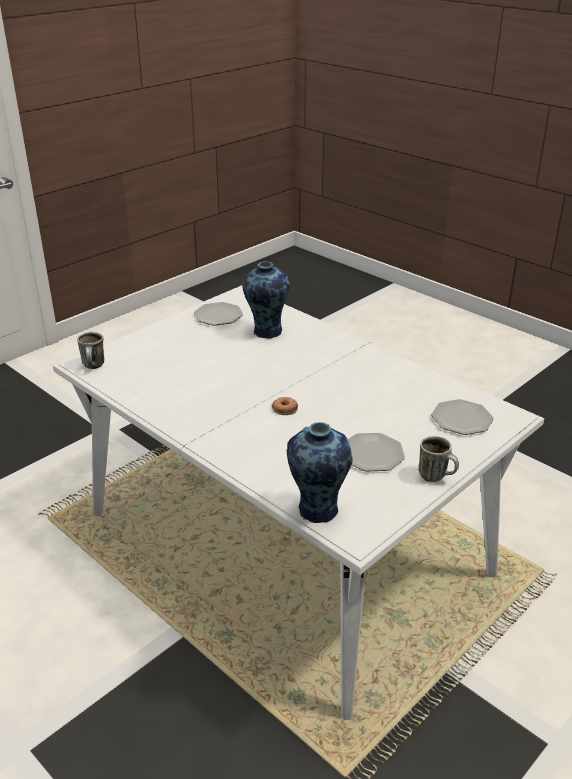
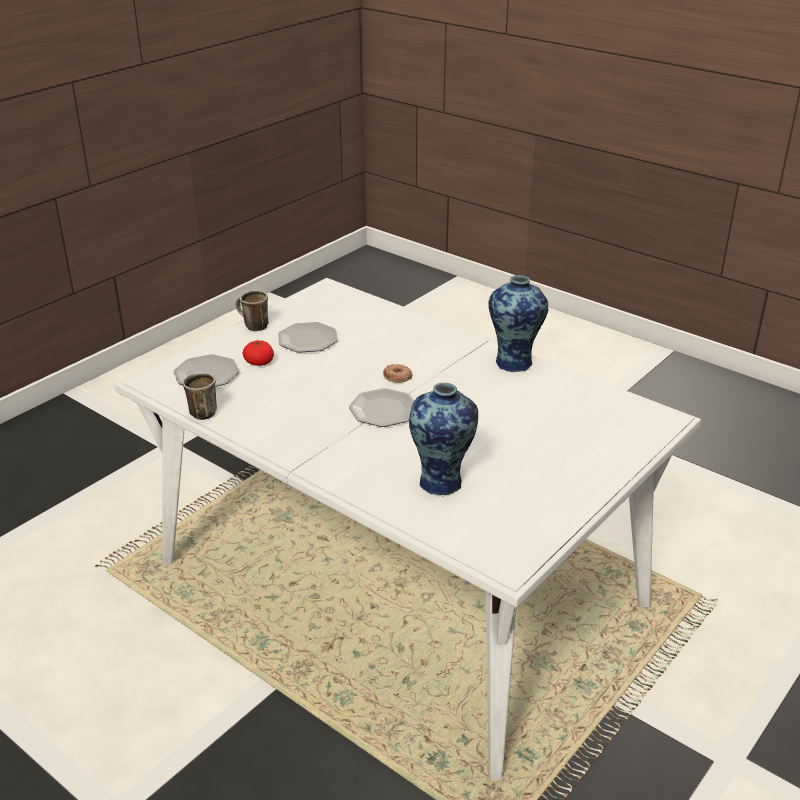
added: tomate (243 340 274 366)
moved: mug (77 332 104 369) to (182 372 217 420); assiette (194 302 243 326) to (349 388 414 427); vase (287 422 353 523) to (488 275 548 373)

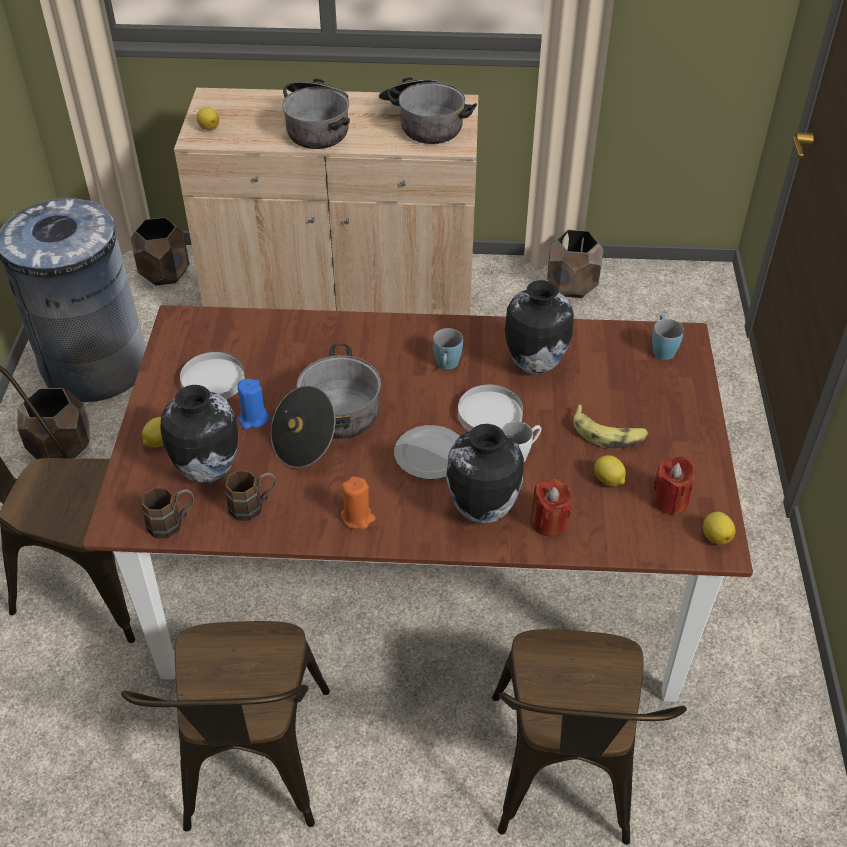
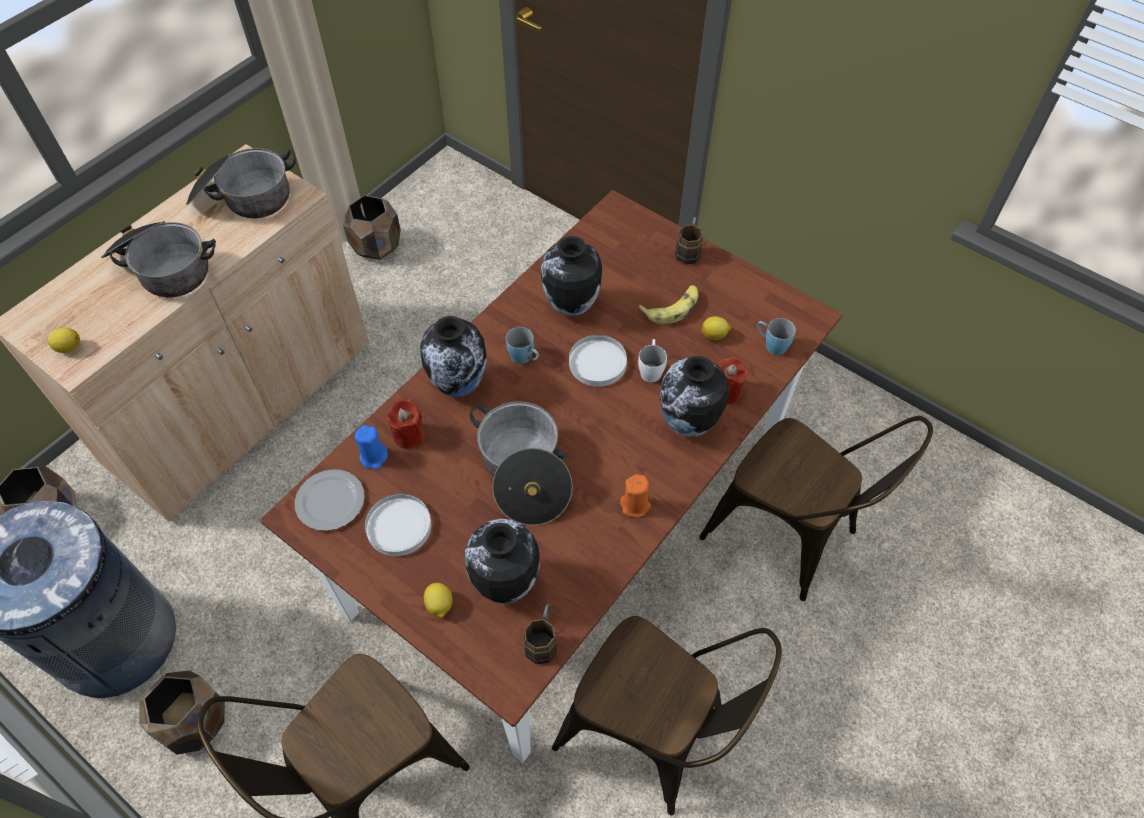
removed: citron (703 512 736 545)
added: vase (420 316 487 397)
moved: mug [marron] (225 471 276 521) to (675 217 703 265); bougie [bleu] (238 379 270 429) to (355 425 388 469); assiette (394 425 460 479) to (295 469 365 531); mug [bleu] (652 315 684 360) to (757 318 796 355); bougie [rouge] (652 456 696 516) to (387 399 425 449)

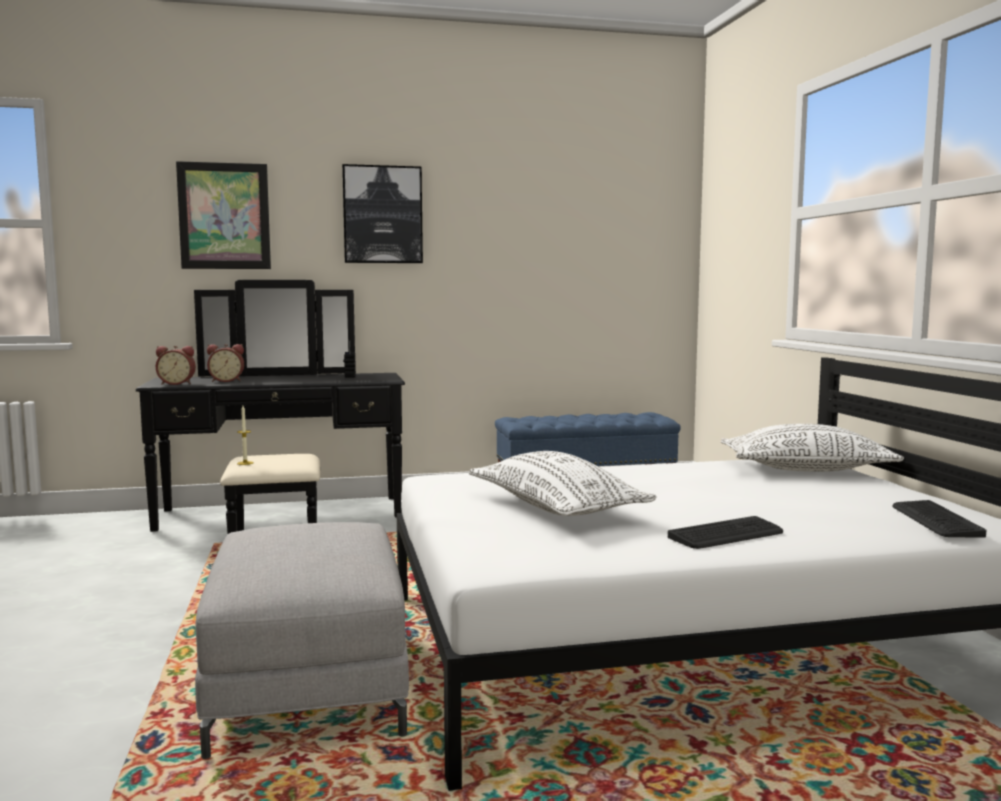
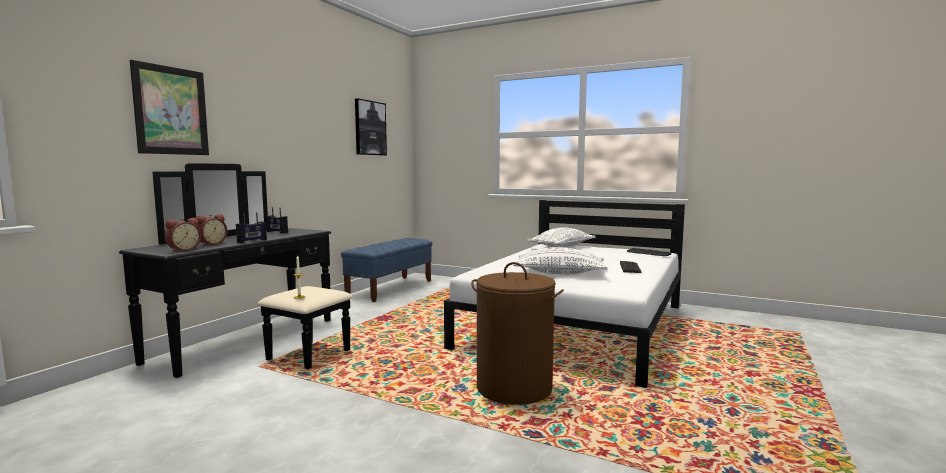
added: radio (236 213 267 243)
moved: tableau (342 164 423 263) to (355 98 387 155)
replaced: pouf [gris] (195 522 409 759) to panier à linge [marron] (471 262 564 405)

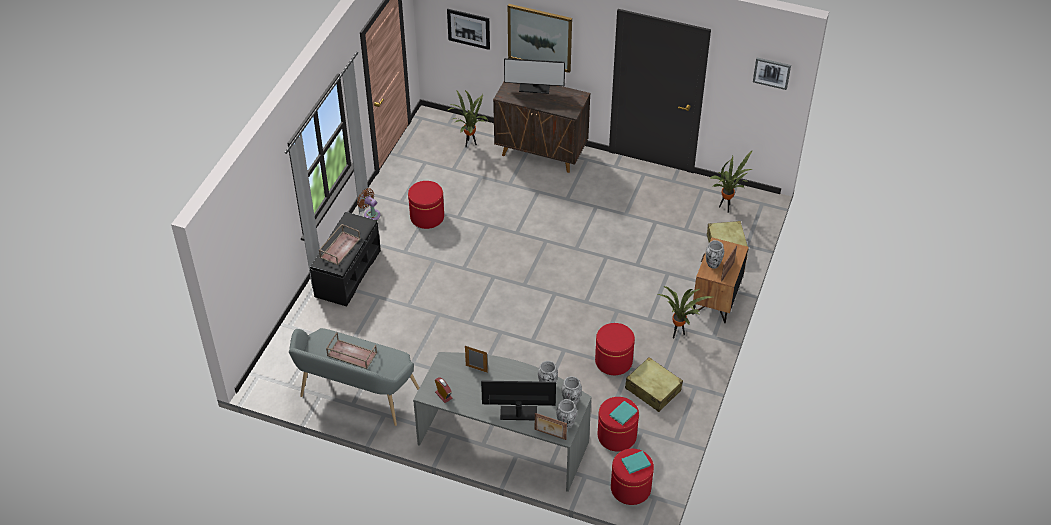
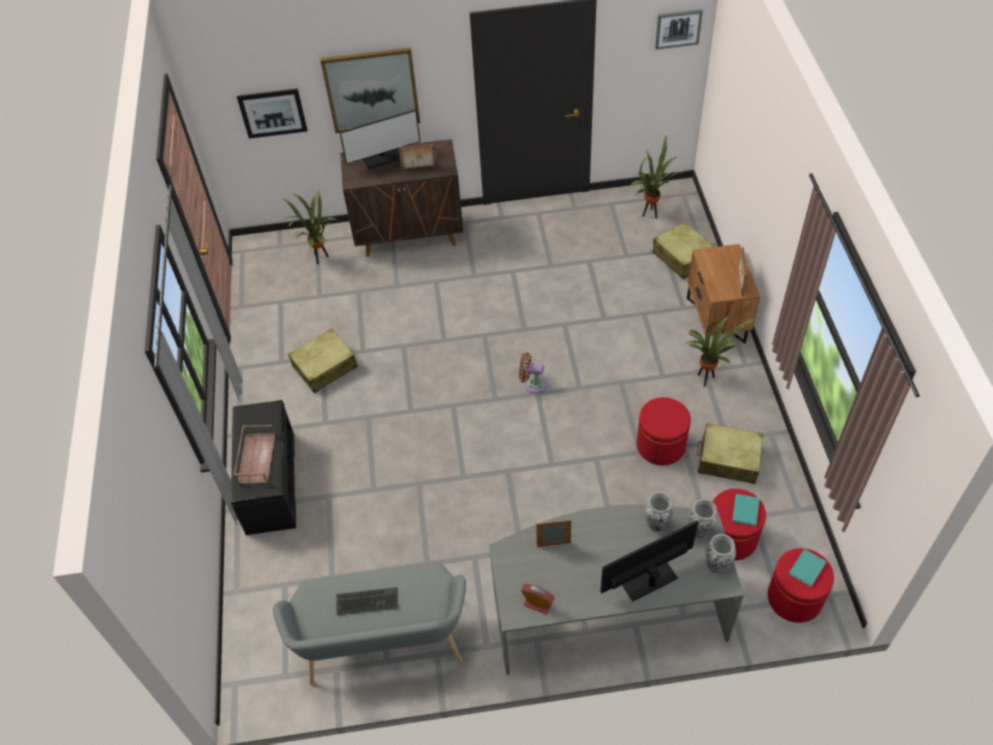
removed: vase (706 240 724 269)
moved: ventilateur [marron] (357 188 380 220) to (519 353 546 394); cadre photo (535 413 567 440) to (398 144 437 170)
replaced: plateau [marron] (326 332 377 369) to clavier (336 587 398 615); pouf [rouge] (408 181 444 229) to valise [beige] (288 328 358 393)

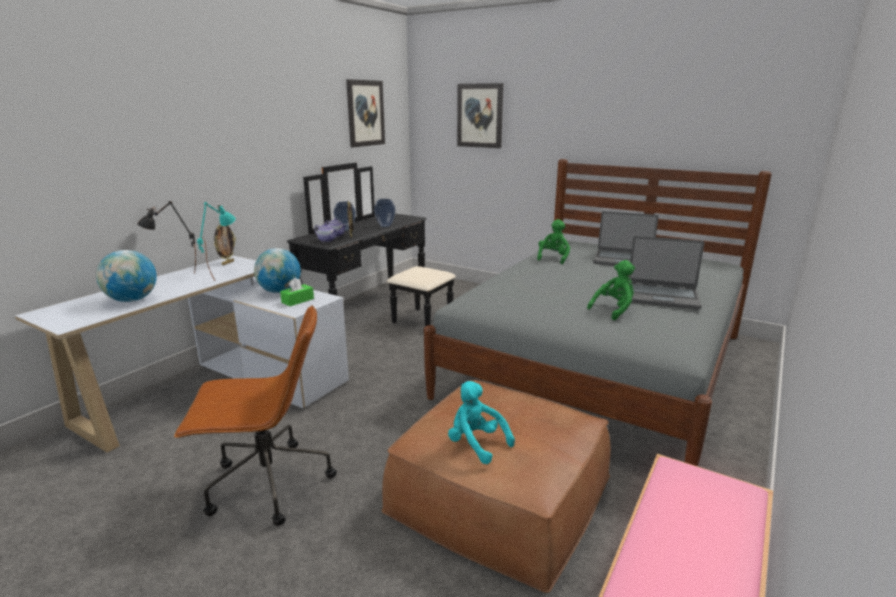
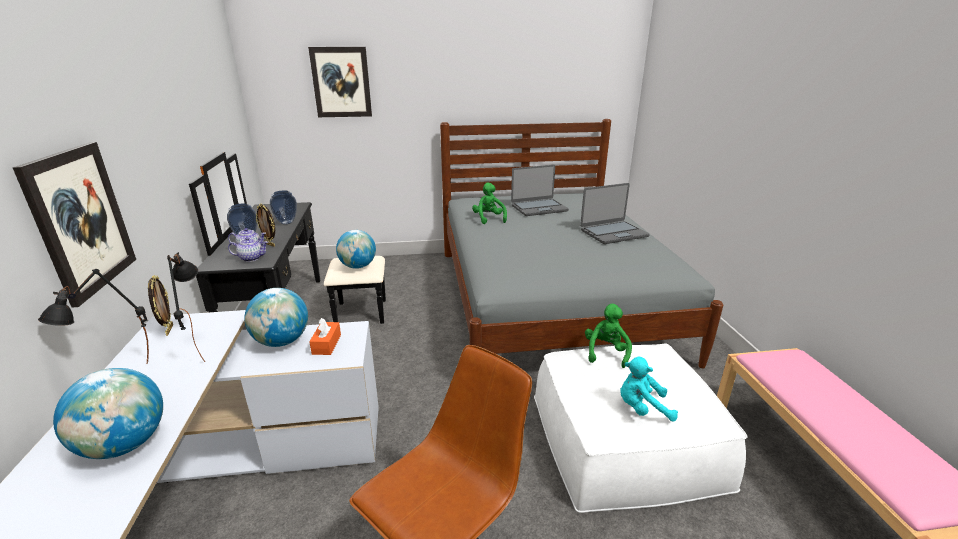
added: globe (336 230 376 269)
moved: tableau (346 79 385 148) to (13 142 136 307); peluche [vert] (587 260 635 320) to (585 304 632 368)
recoloured: lampe de table [turquoise] (197 202 236 281) to lampe de table [noir] (167 252 205 362); boîte à mouchoirs [vert] (280 277 314 306) to boîte à mouchoirs [orange] (309 318 341 355); pouf [marron] (382 380 611 593) to pouf [blanc] (534 343 747 513)

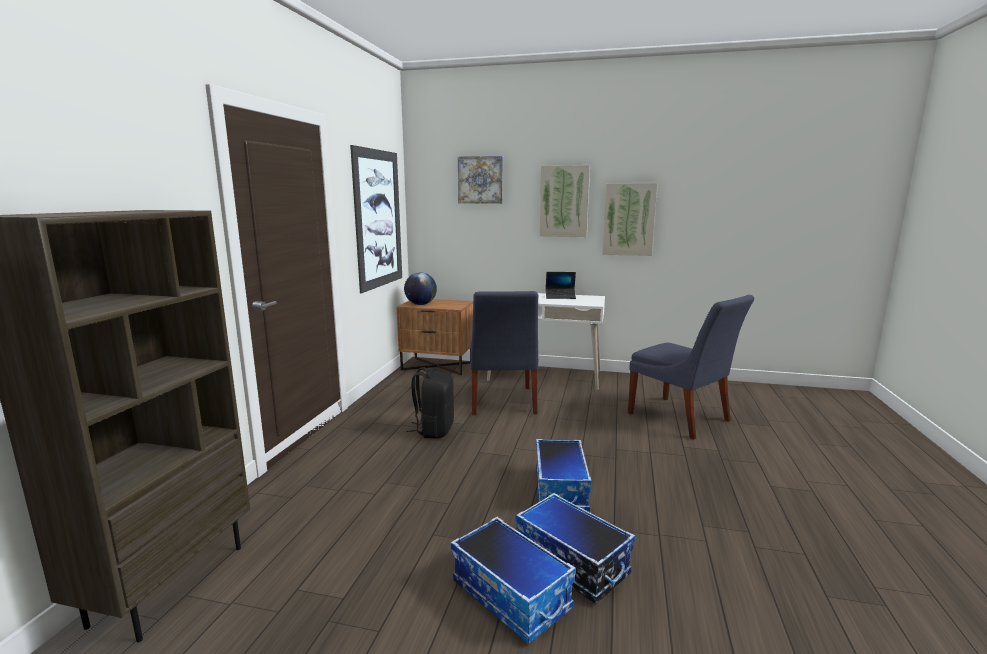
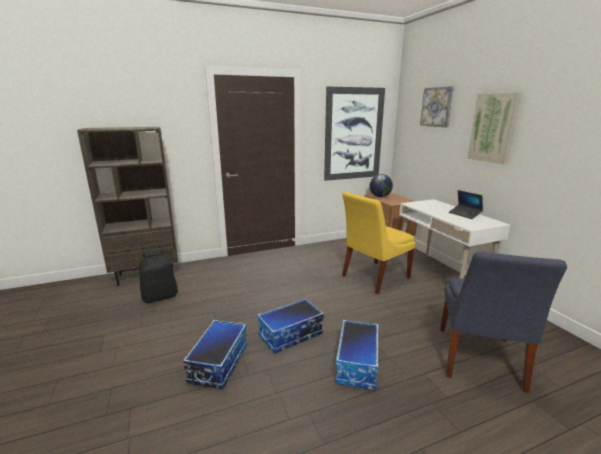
removed: tableau (603 183 657 256)
moved: sac à dos [noir] (406 367 454 439) to (139 250 178 303); boîte de rangement (451 517 576 644) to (336 320 379 390)
recoloured: chaise [bleu] (470 291 539 415) to chaise [jaune] (342 192 416 294)

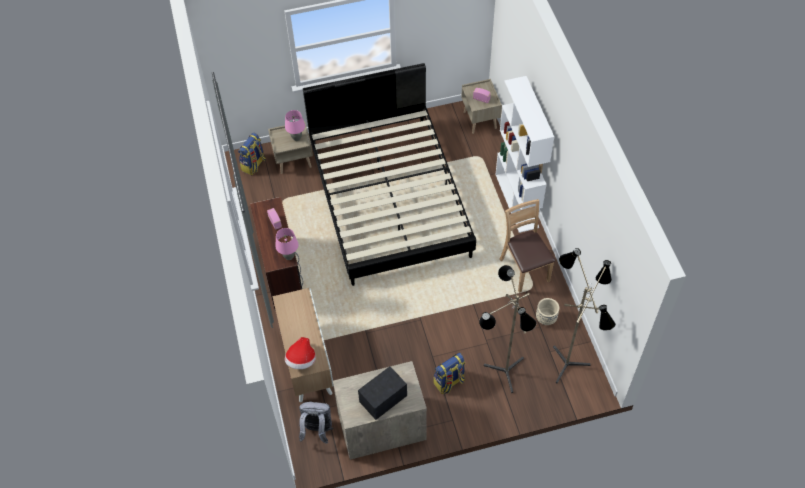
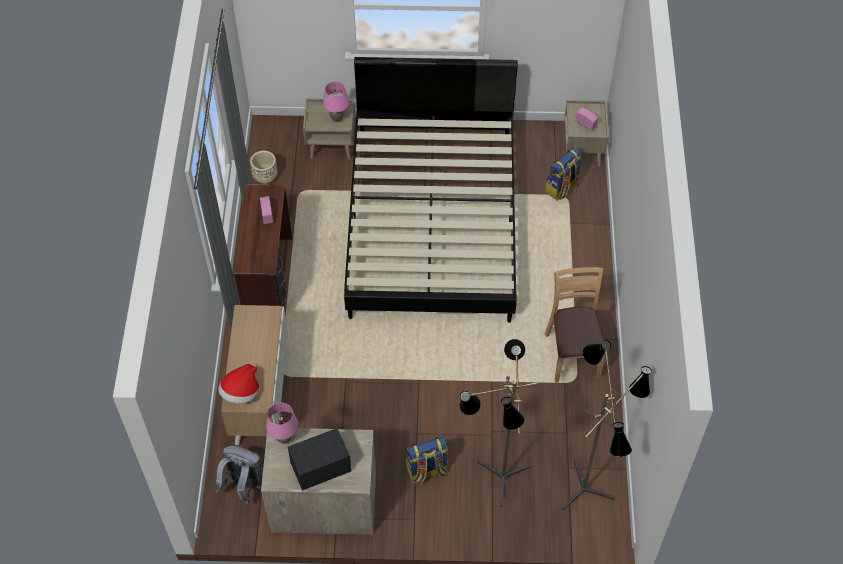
removed: bibliothèque [blanc] (495 76 554 233)
moved: sac à dos (238 133 266 175) to (545 147 581 201); lampe de table [rose] (275 228 298 260) to (266 403 298 444); cache-pot [beige] (536 298 559 325) to (250 151 277 184)

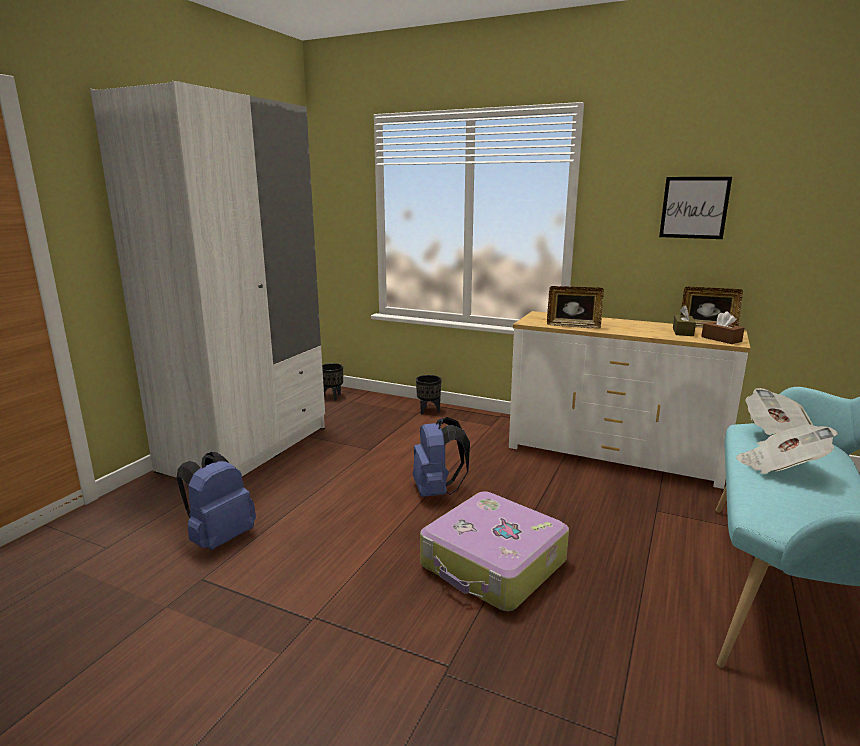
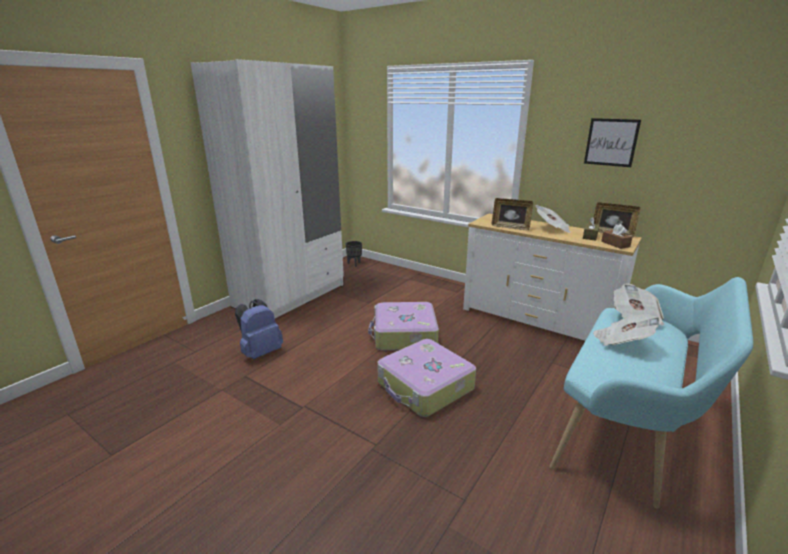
removed: cache-pot [noir] (416 375 442 415)
added: journal (535 205 570 233)
replaced: sac à dos [bleu] (413 417 470 497) to valise (368 302 439 351)

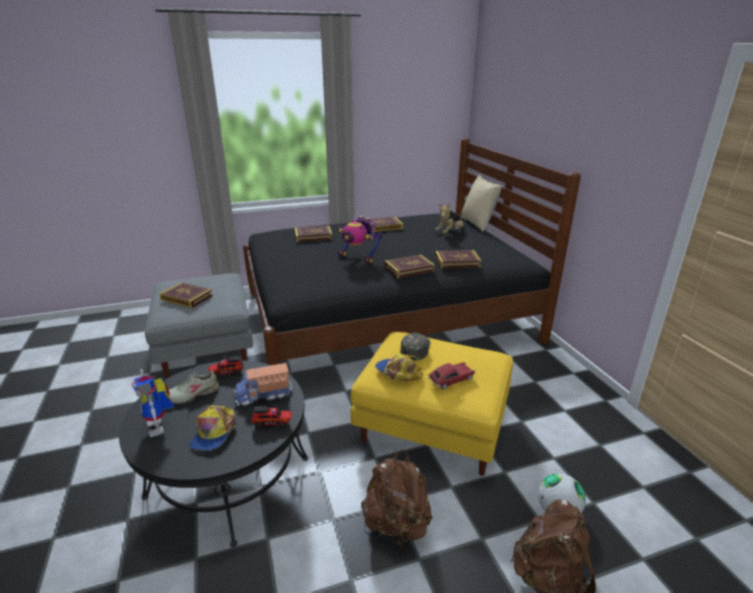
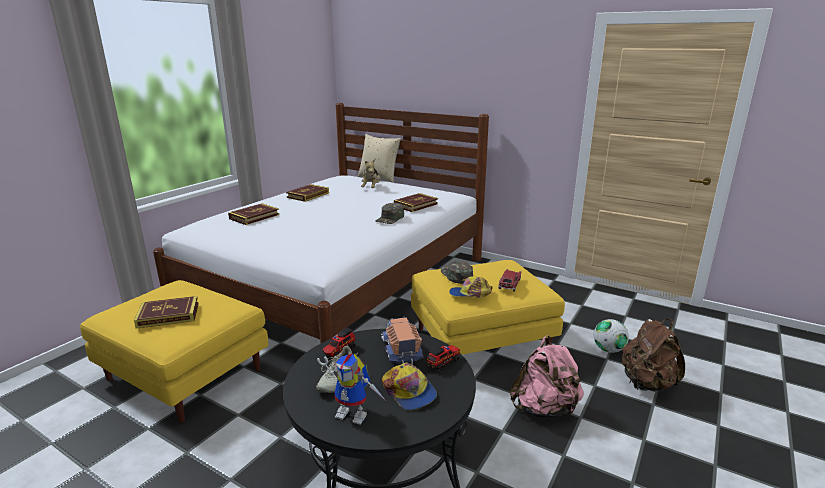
removed: robot jouet (337 216 384 264)
replaced: livre (384 255 435 278) to casquette [vert] (375 203 404 224)
recoloured: pouf [gris] (145 273 253 379) to pouf [jaune] (80 280 269 423); lit [noir] (243 138 581 365) to lit [blanc] (153 103 489 344); sac à dos [marron] (361 450 433 551) to sac à dos [rose] (510 335 583 418)
turned: camion jouet (233 363 293 406) = (381 317 423 365) 135 degrees clockwise

